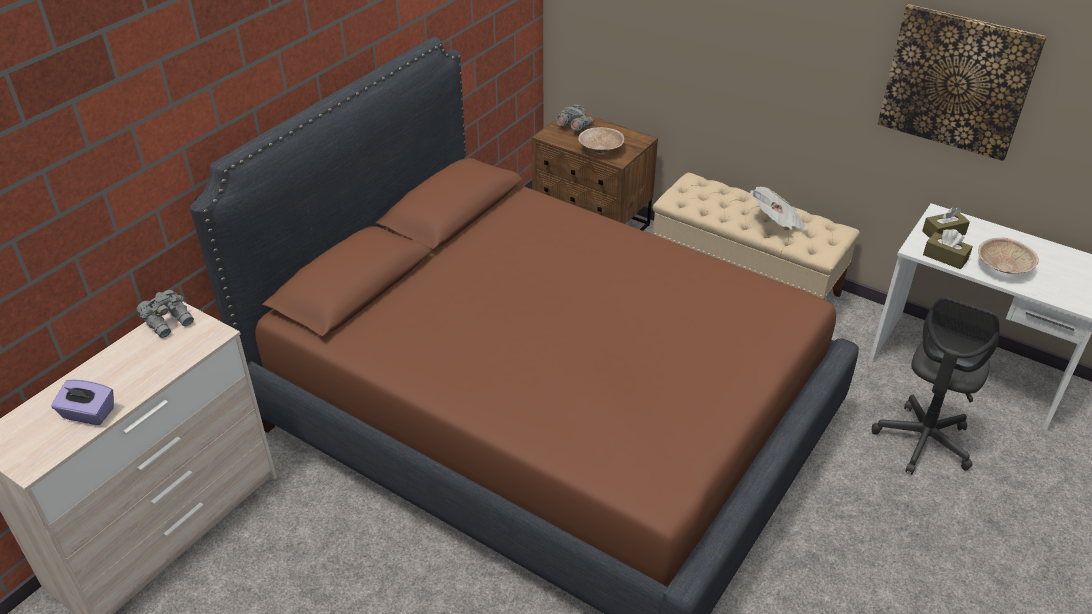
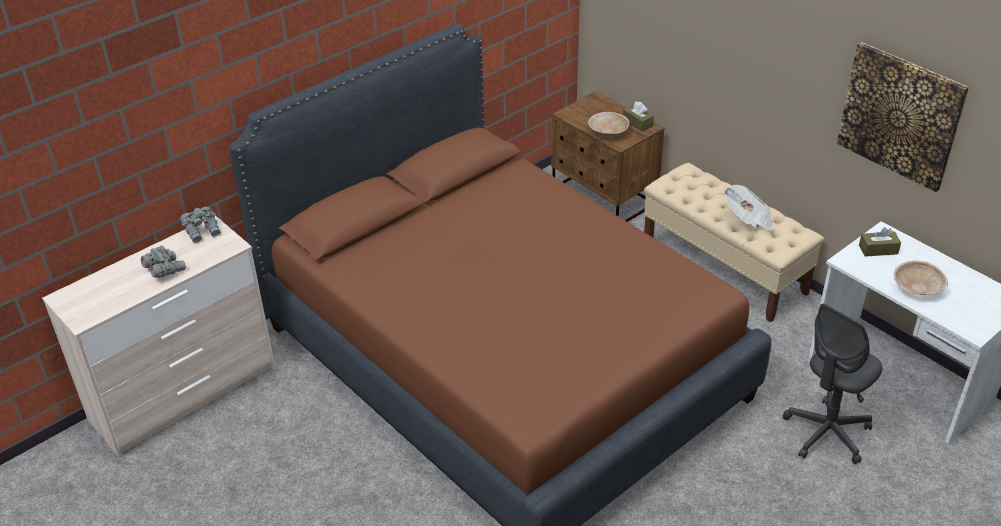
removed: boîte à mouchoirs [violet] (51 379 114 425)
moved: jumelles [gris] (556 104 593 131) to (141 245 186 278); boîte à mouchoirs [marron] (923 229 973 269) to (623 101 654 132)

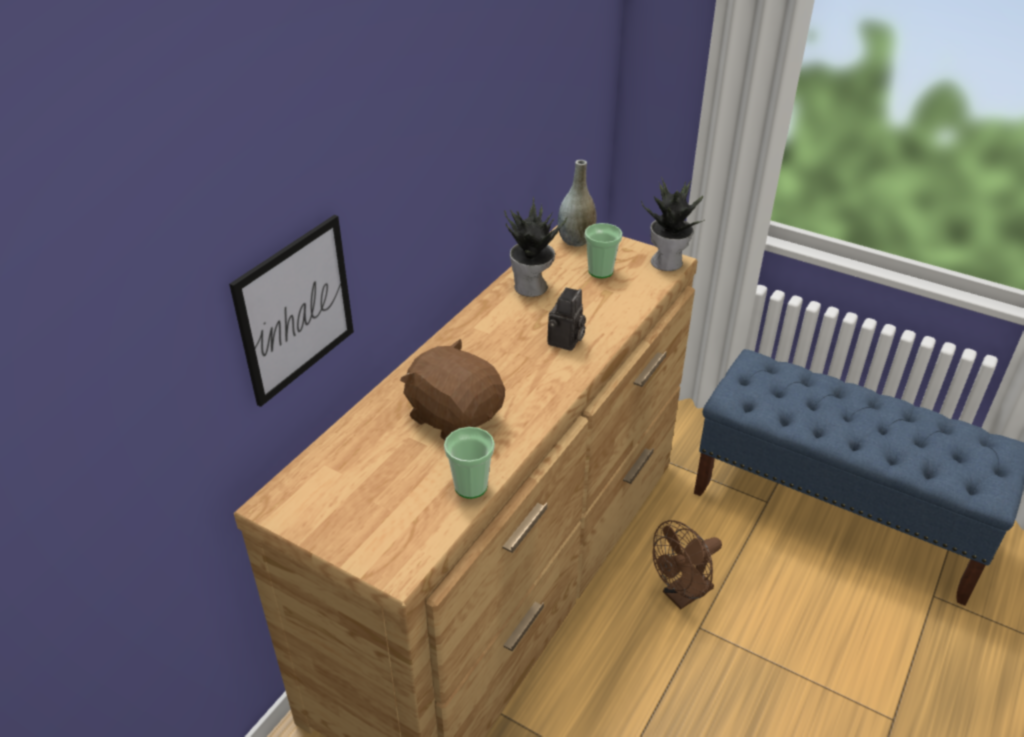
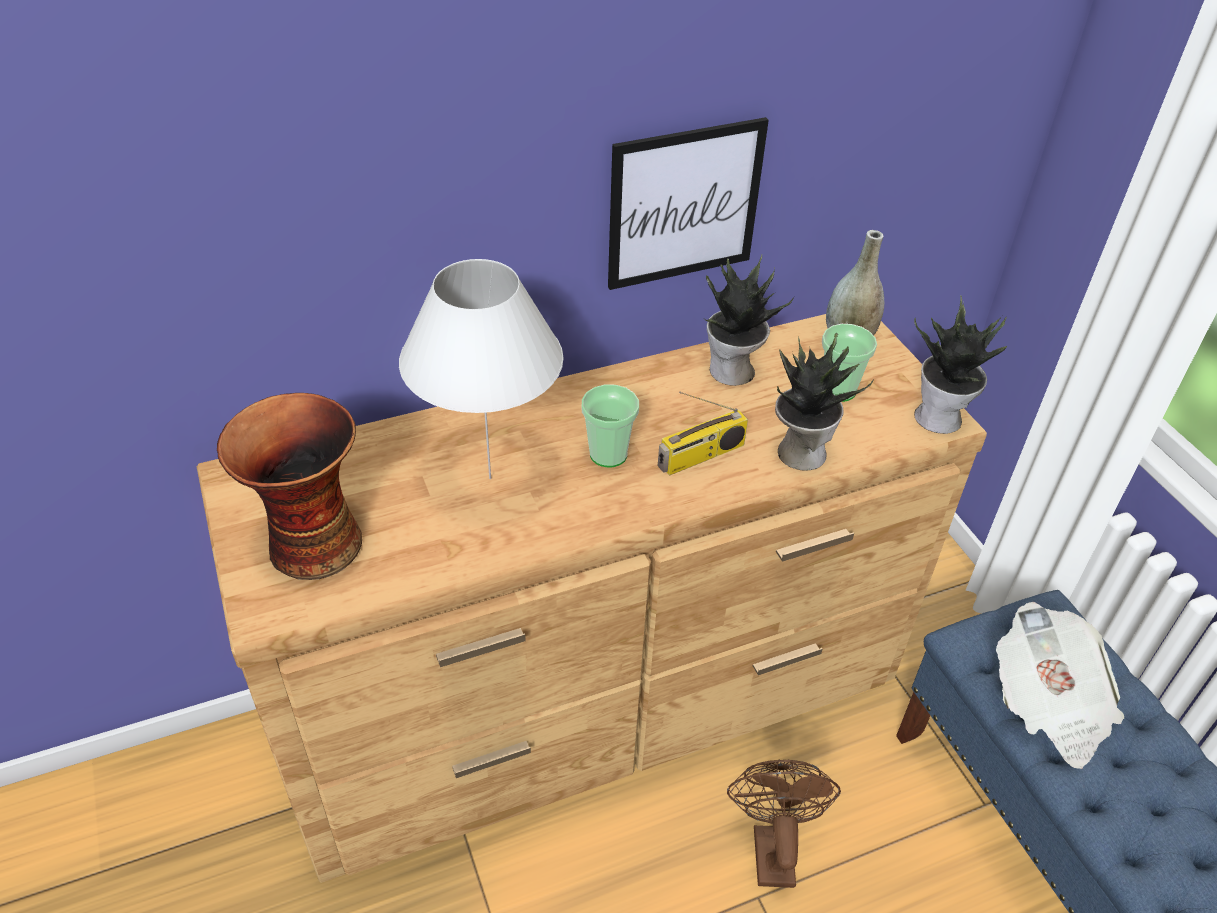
added: vase (217 393 362 580); plante en pot (775 332 874 471); journal (996 602 1124 769)
moved: tableau (229 215 354 407) to (608 117 769 290); tasse (444 427 495 499) to (582 384 639 467)
replaced: peluche [marron] (400 339 505 440) to lampe de table [blanc] (399 259 563 479); appareil photo (547 288 586 351) to radio (658 392 748 475)
turned: ventilateur [marron] (653 520 722 610) = (727 759 841 888) 90 degrees clockwise

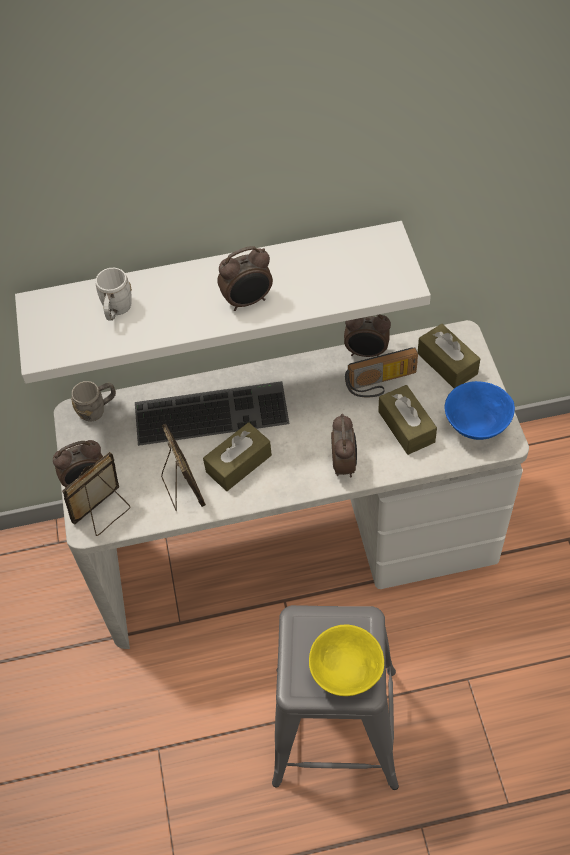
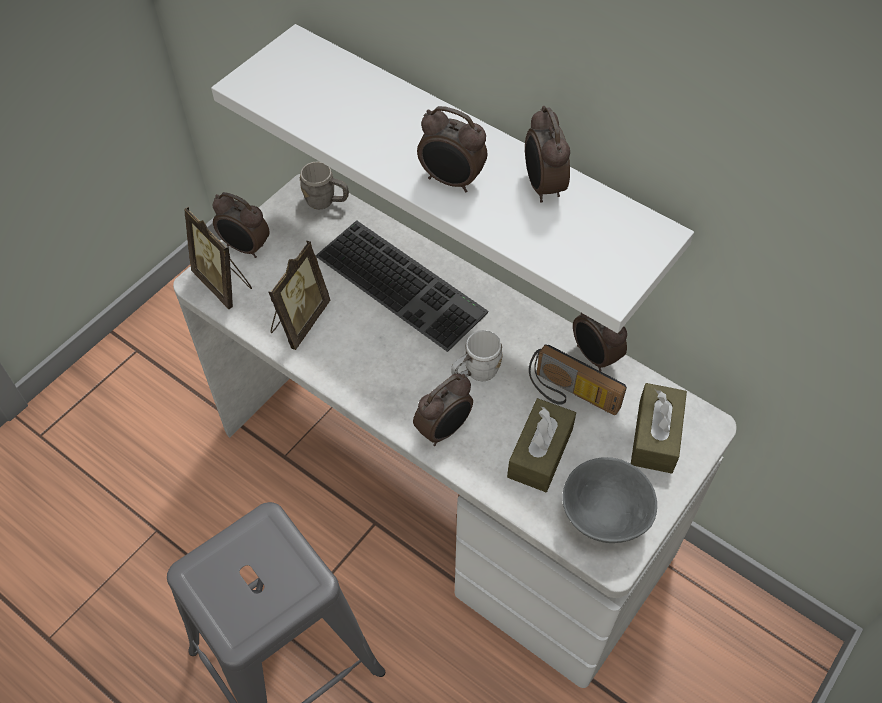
removed: boîte à mouchoirs [marron] (203 422 272 491); bol [jaune] (309 625 384 696)
added: réveil (525 106 570 203)
moved: mug [blanc] (96 268 132 321) to (451 330 503 382)
recoloured: bol [bleu] (445 381 515 440) to bol [gris] (562 457 657 543)
turned: cadre photo (62 452 131 536) = (184 207 252 309) 135 degrees counterclockwise

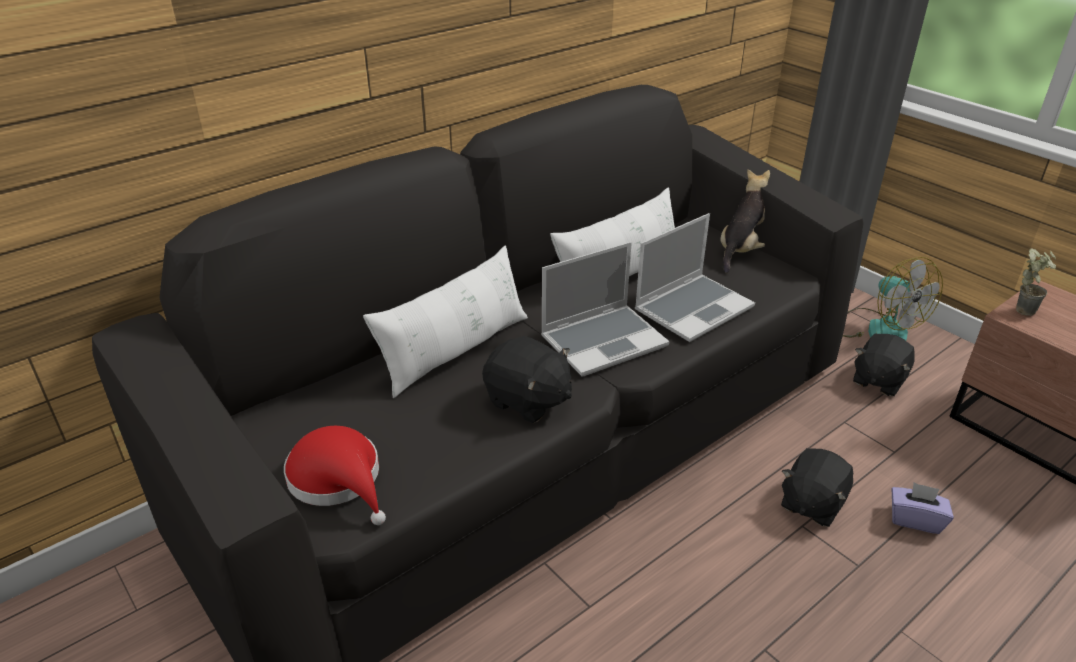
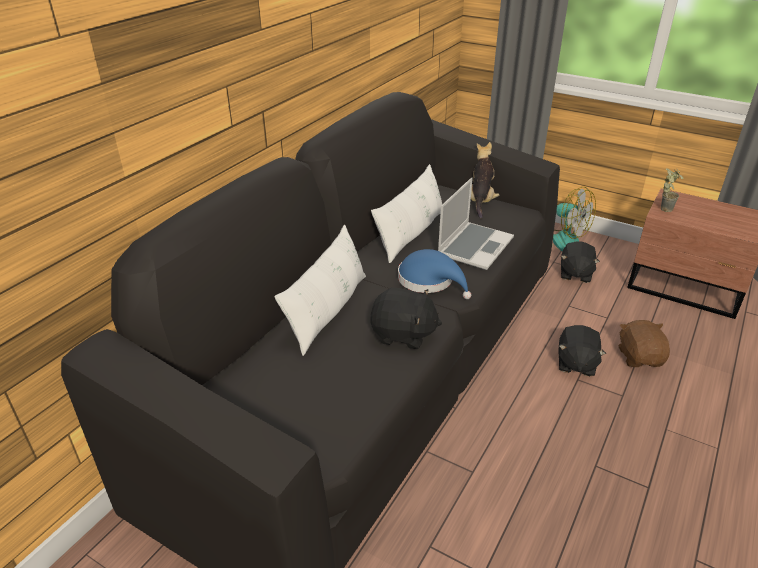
removed: chapeau [rouge] (284 426 386 525)
replaced: ordinateur portable (541 242 670 377) to chapeau [bleu] (398 249 471 299); boîte à mouchoirs [violet] (891 483 954 534) to peluche [marron] (618 320 670 367)

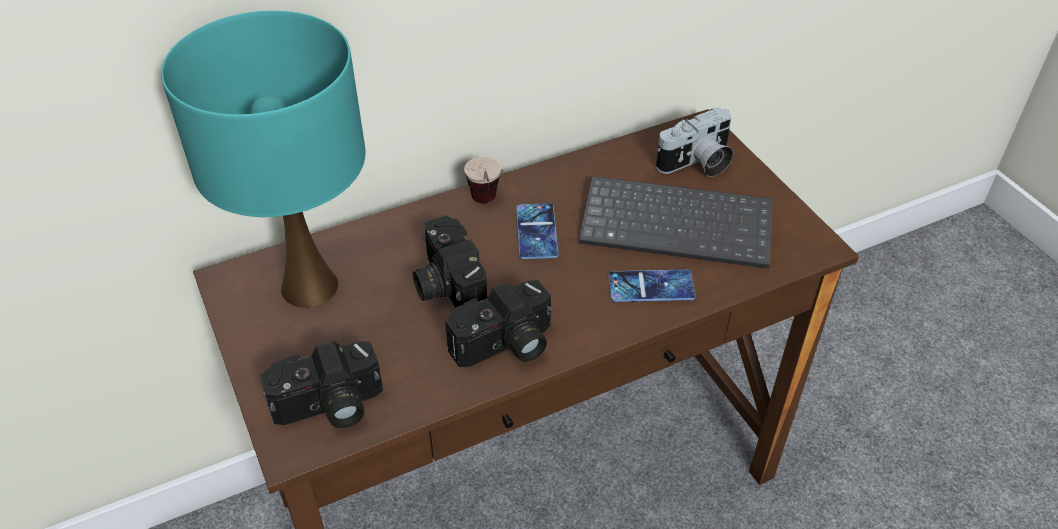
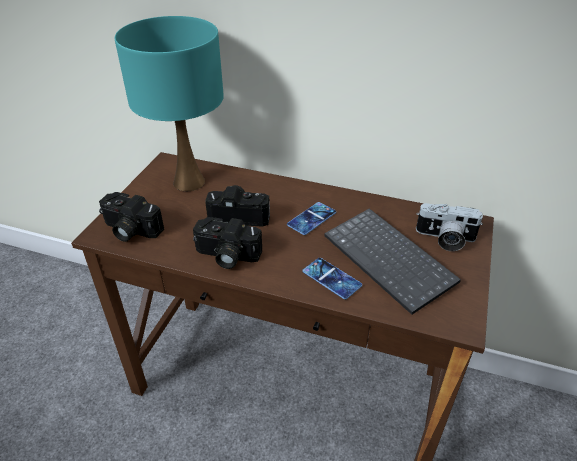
removed: tasse (464 157 501 203)
turned: appareil photo (413 215 487 308) = (205 185 270 227) 75 degrees clockwise

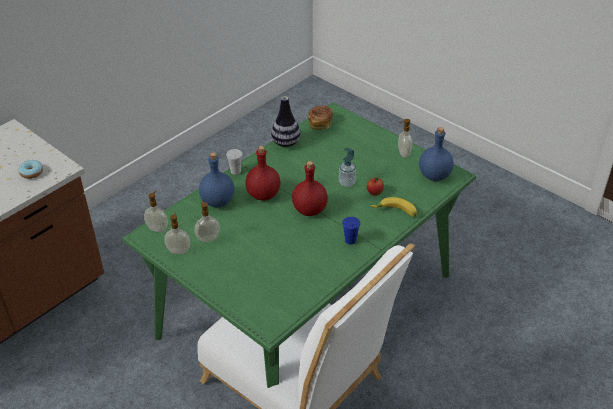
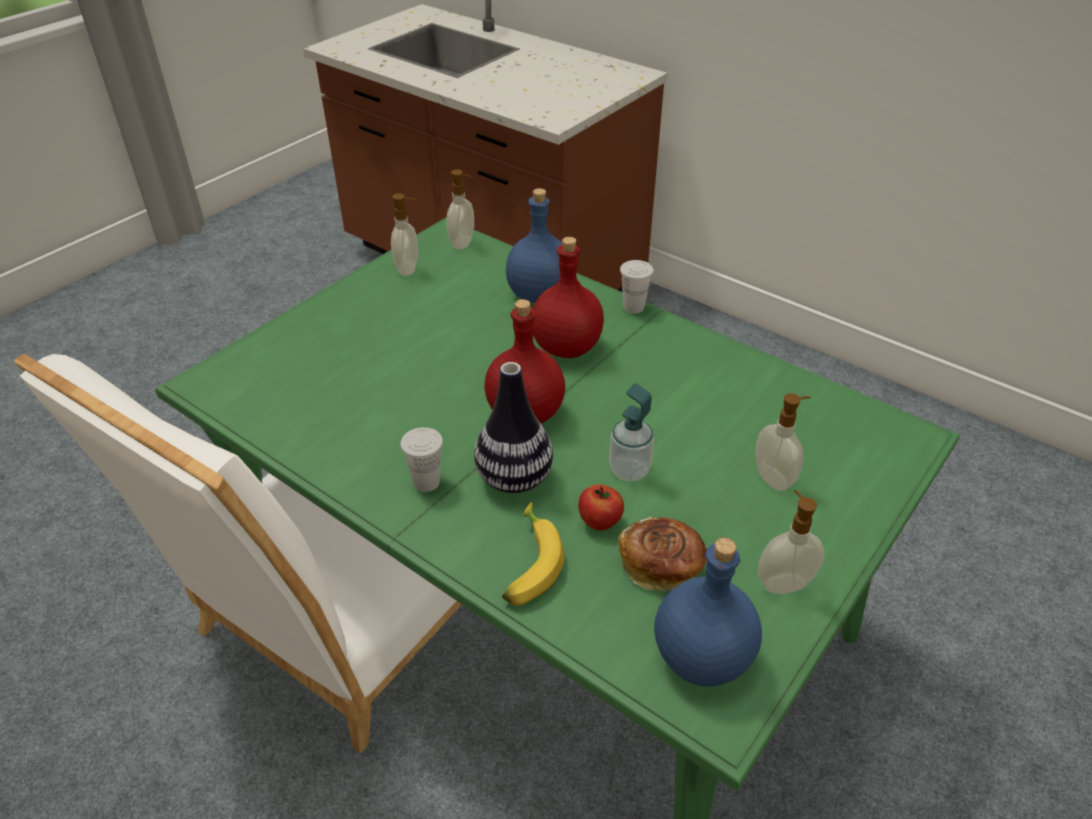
removed: beignet (18 160 43 179)
moved: distributeur de savon (195 200 220 242) to (755 393 810 491); vase (271 96 301 147) to (474 362 553 493); pain (308 106 333 130) to (618 517 707 591)
recoloured: tasse [bleu] (342 217 360 245) to tasse [blanc] (400 427 443 492)

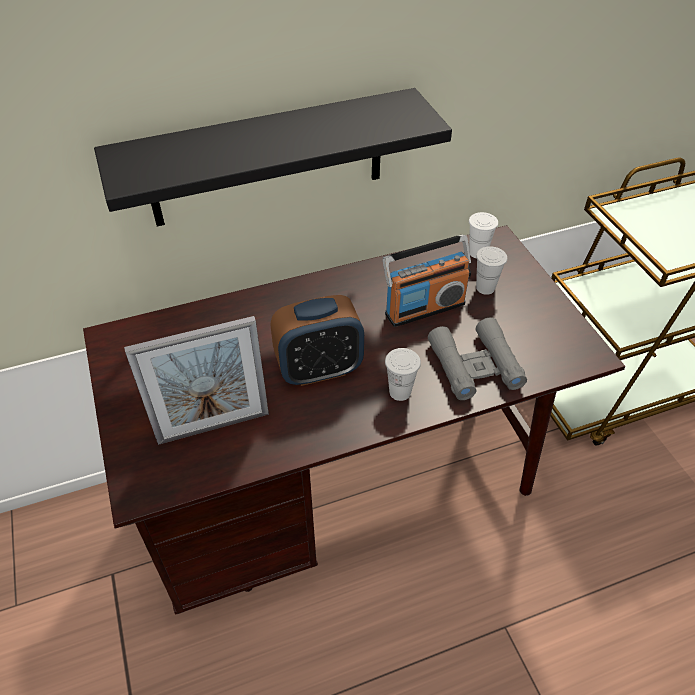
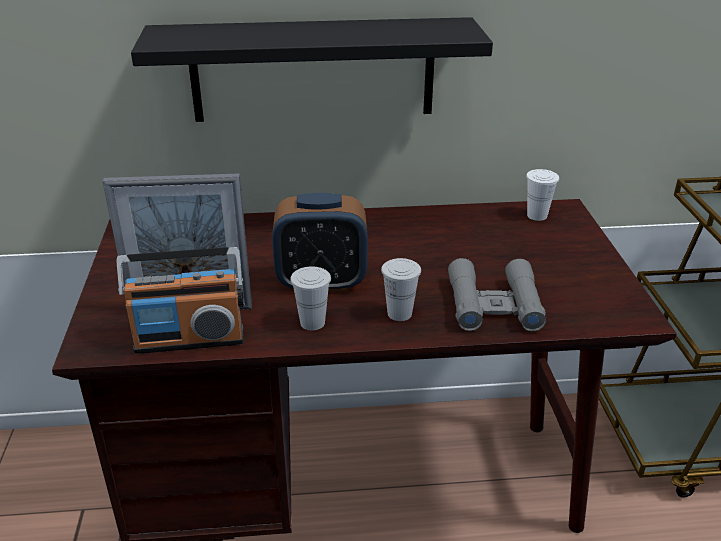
moved: radio (383 235 471 327) to (116 247 244 354); tasse [blanc] (476 246 507 295) to (290 267 331 330)

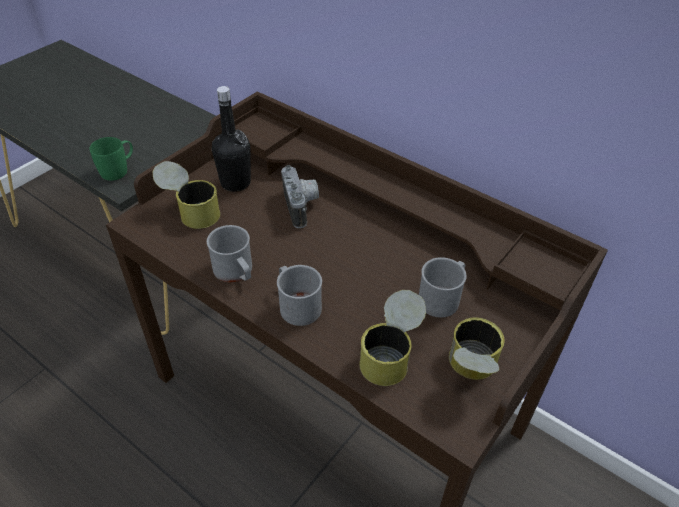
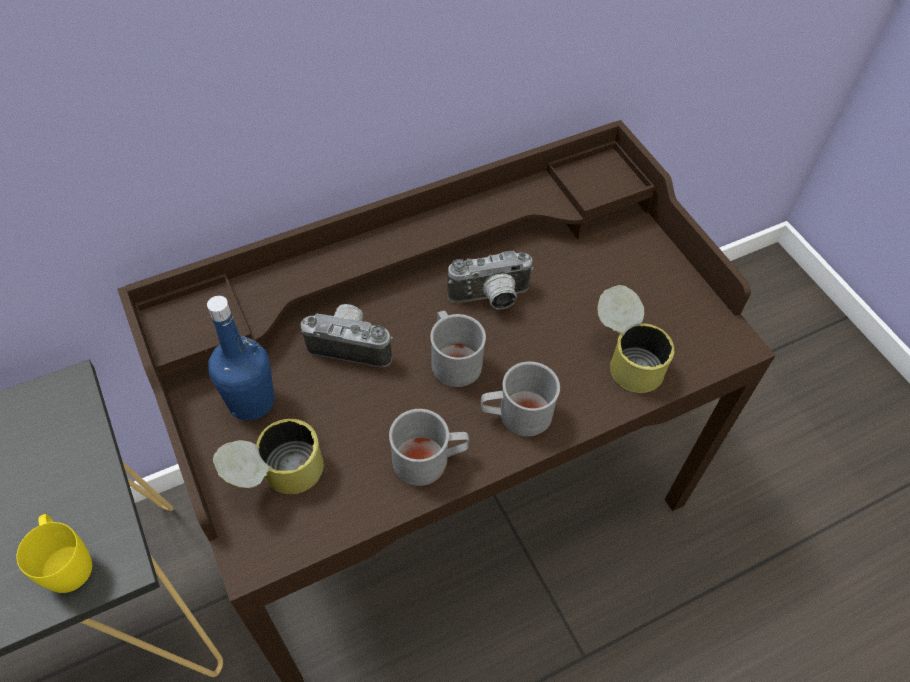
removed: boîte métallique (449 317 505 380)
added: appareil photo (447 251 534 309)
moved: mug [gris] (419 257 467 318) to (430 310 486 387)
recoloured: mug [vert] (89 137 133 181) to mug [jaune] (17 514 92 593); bouteille [noir] (212 86 251 192) to bouteille [bleu] (207 296 275 421)

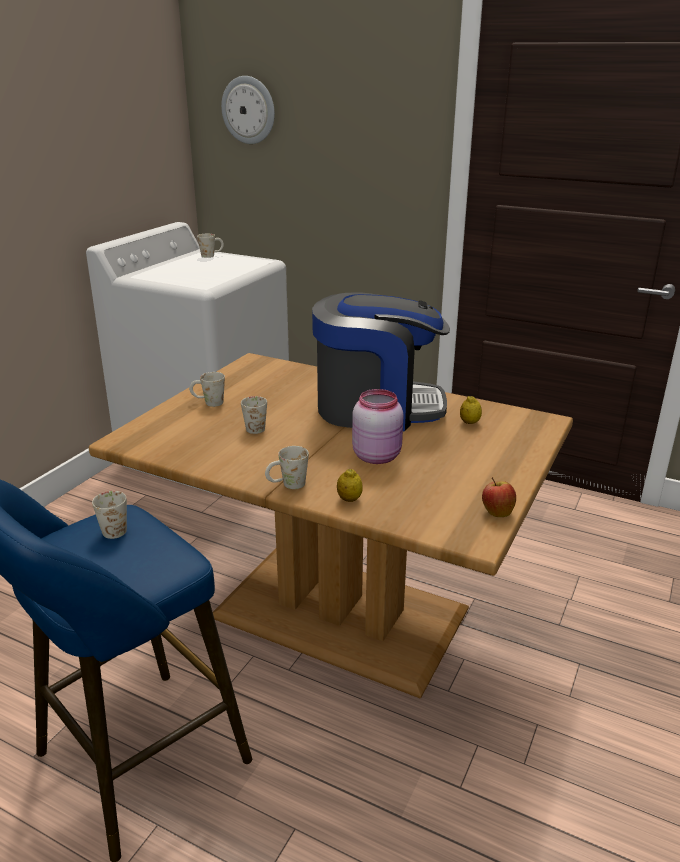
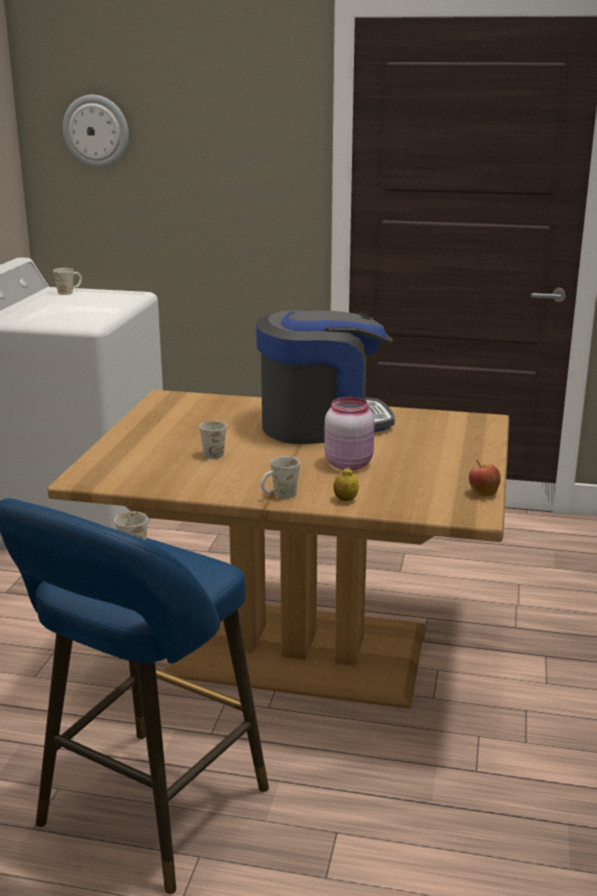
removed: mug [blanc] (189 372 225 407); citron (460 396 482 424)

